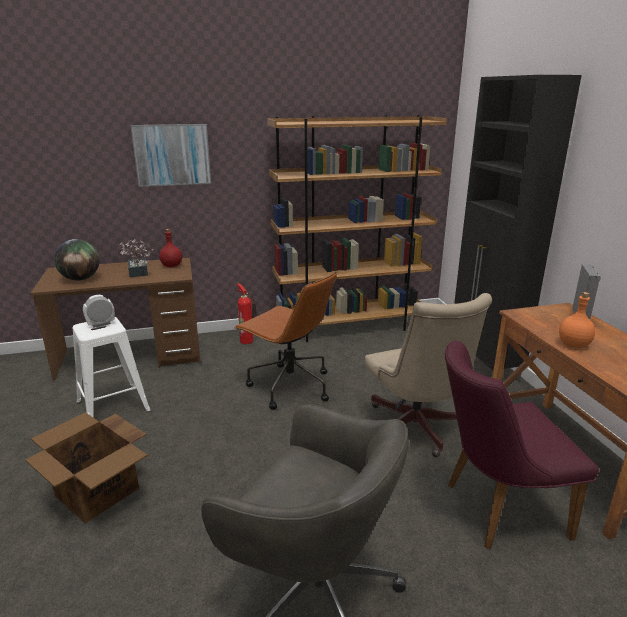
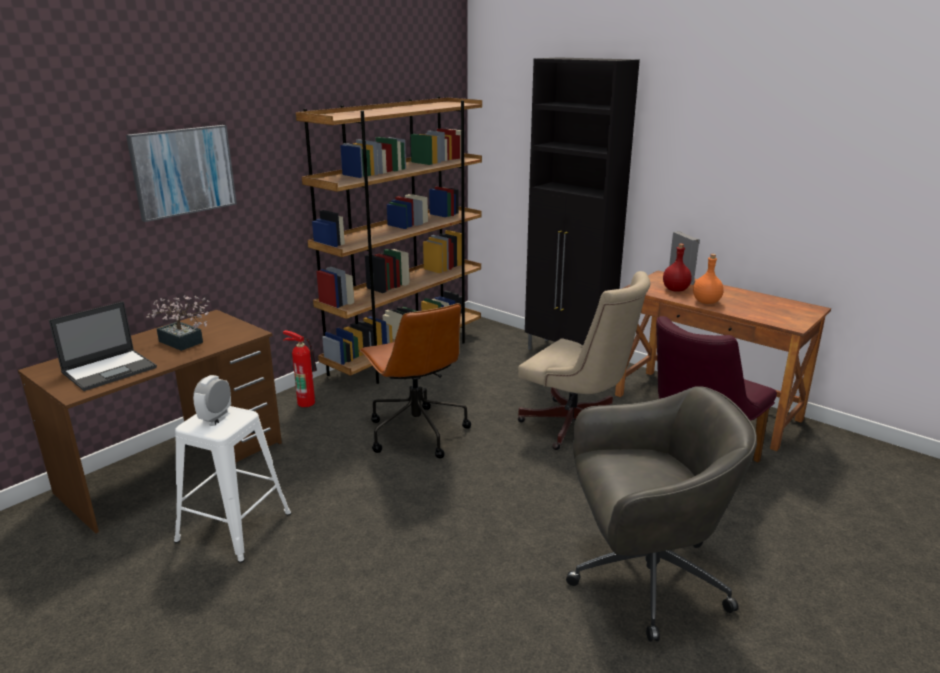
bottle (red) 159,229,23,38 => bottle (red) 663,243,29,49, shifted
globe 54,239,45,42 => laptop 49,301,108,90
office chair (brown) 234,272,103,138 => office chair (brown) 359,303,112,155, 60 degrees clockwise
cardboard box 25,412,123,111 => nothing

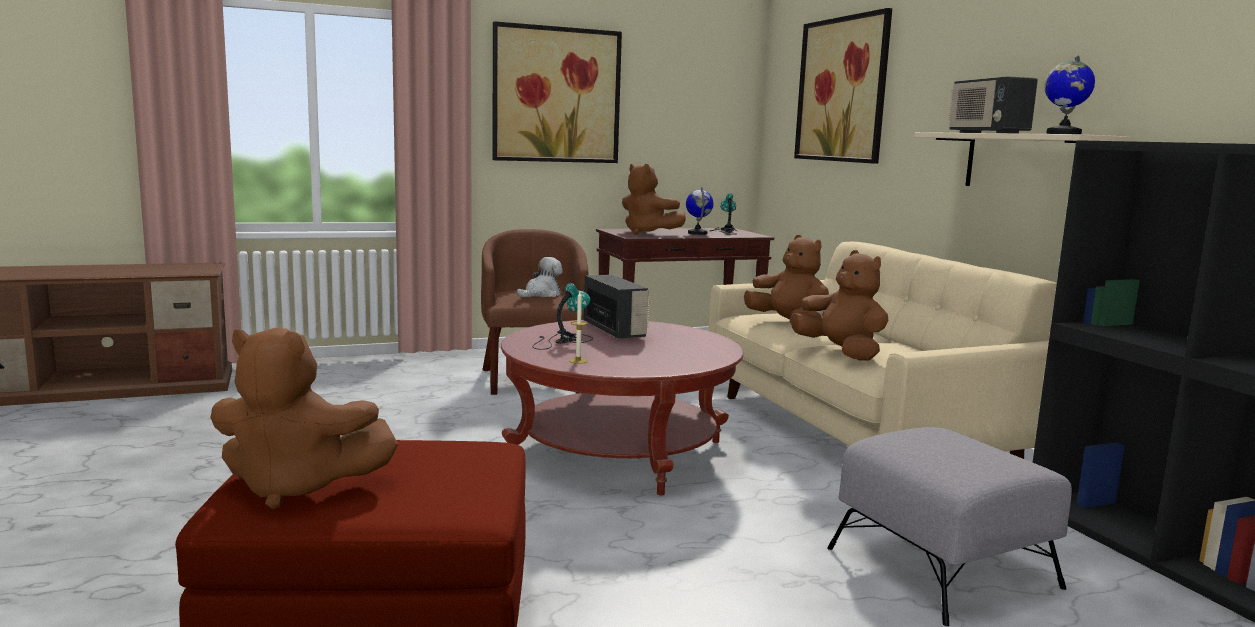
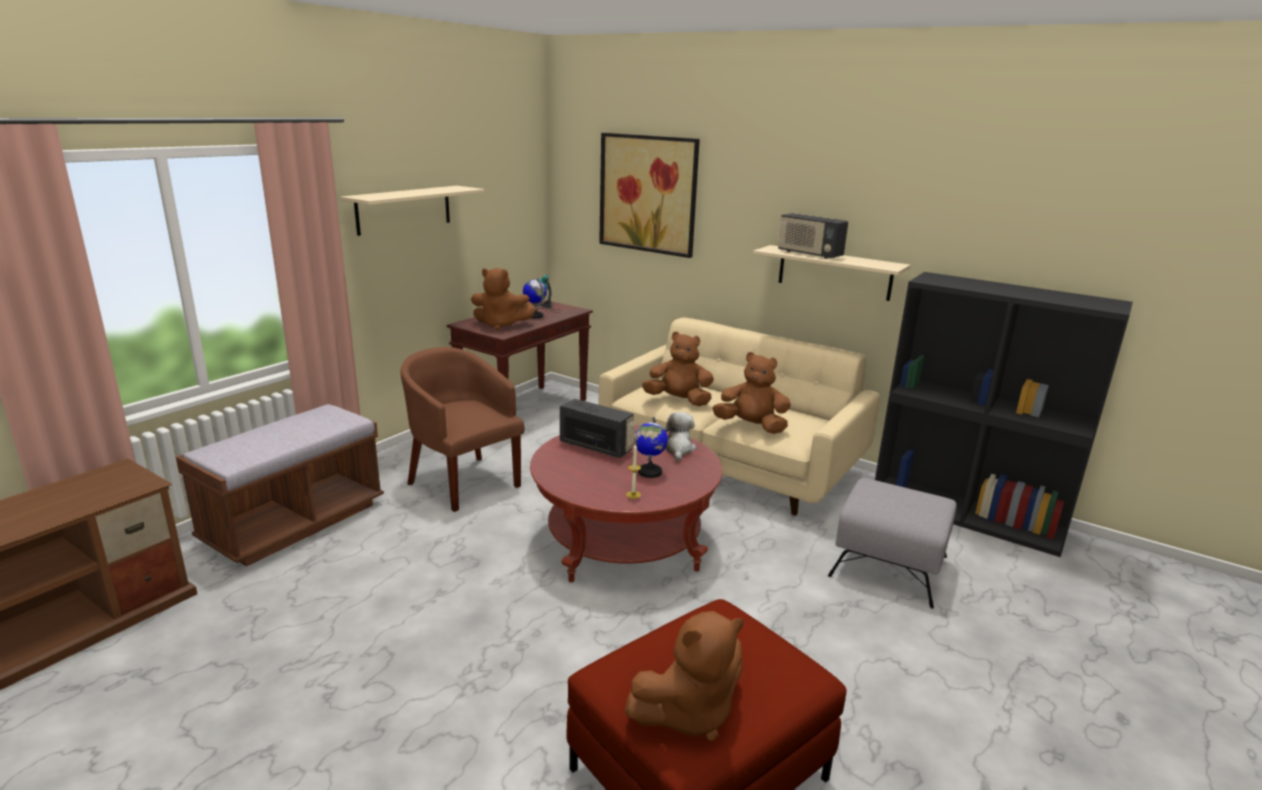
picture 492,21,130,142 => shelf (beige) 340,186,144,50
globe 1044,55,51,79 => globe 634,417,34,61, shifted
plush toy 517,257,46,40 => plush toy 665,412,31,49, shifted
table lamp 533,283,60,67 => nothing
nothing => bench (brown) 176,404,208,162

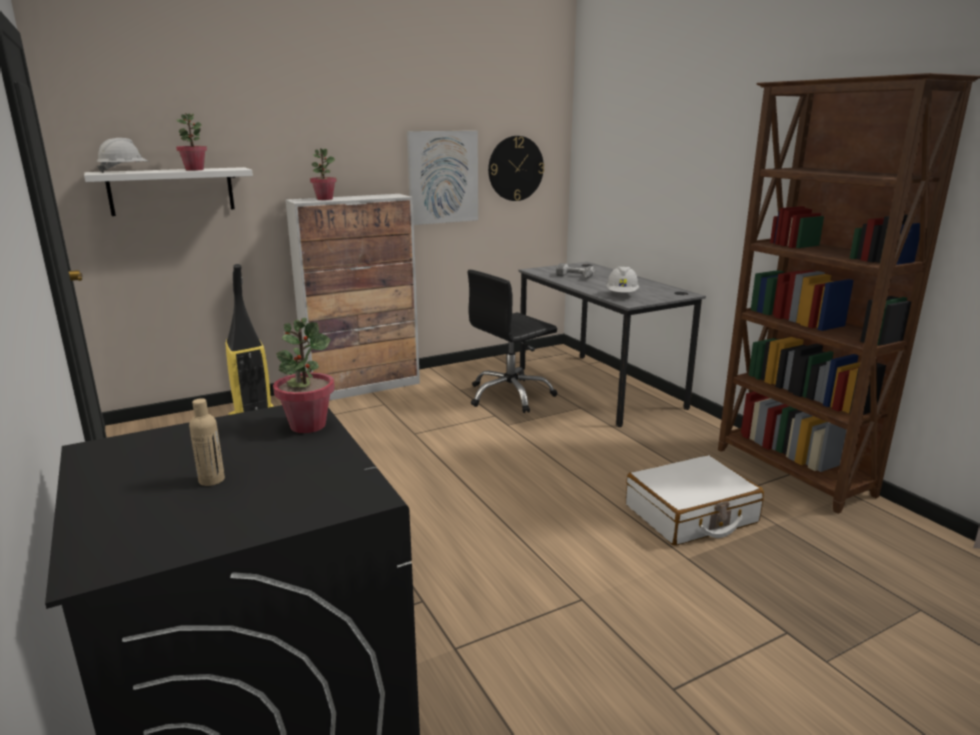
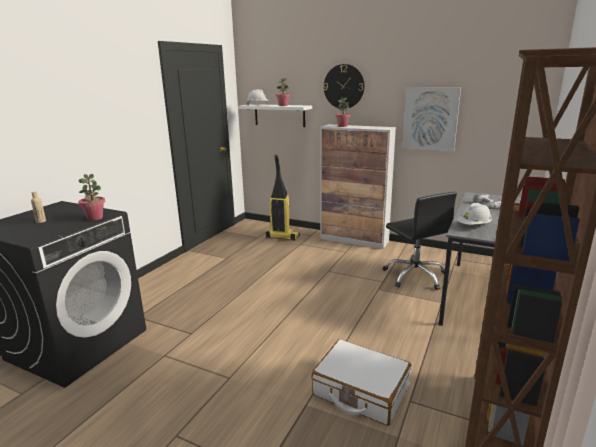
wall clock 488,136,56,65 => wall clock 323,64,42,44, shifted
office chair (black) 468,270,89,143 => office chair (black) 382,192,75,98, 135 degrees counterclockwise

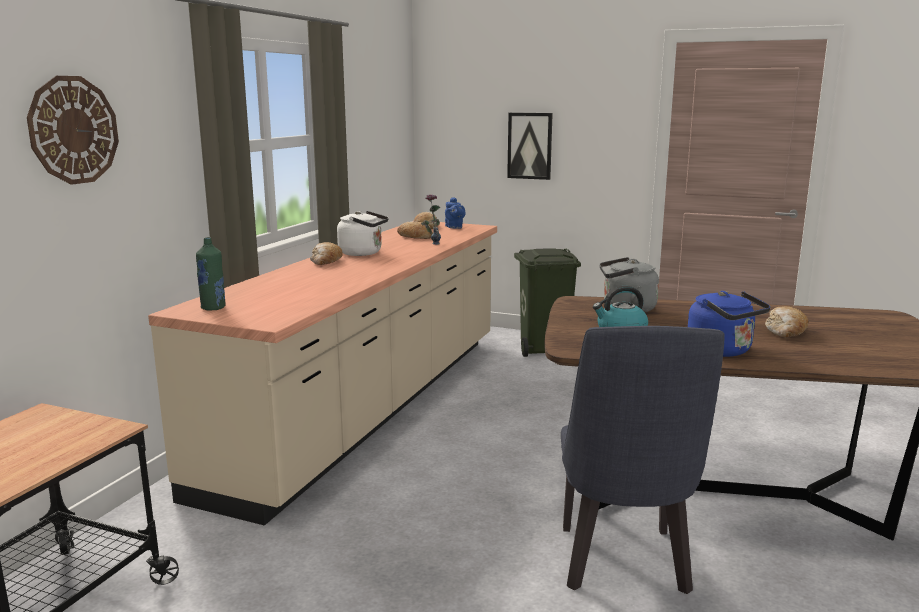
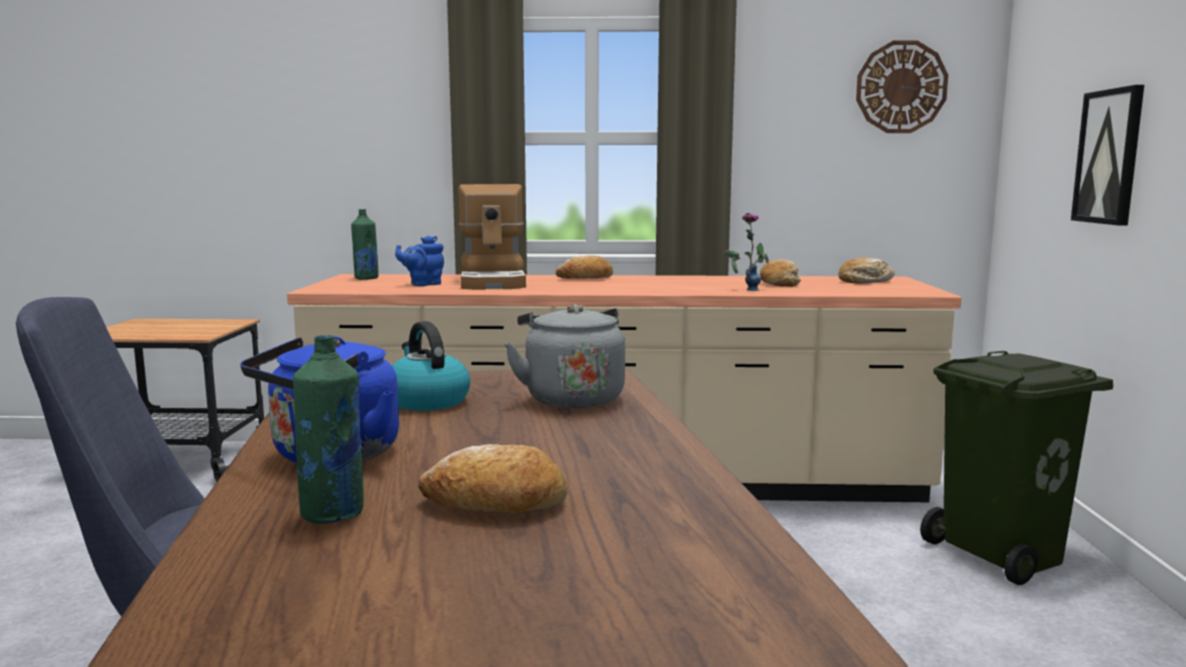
wall clock 27,76,92,109 => wall clock 856,40,92,93, shifted
teapot (blue) 445,197,21,32 => teapot (blue) 395,236,49,50, shifted
kettle (white) 337,211,52,45 => nothing
nothing => coffee machine 459,184,67,106
nothing => bottle (green) 293,335,71,189

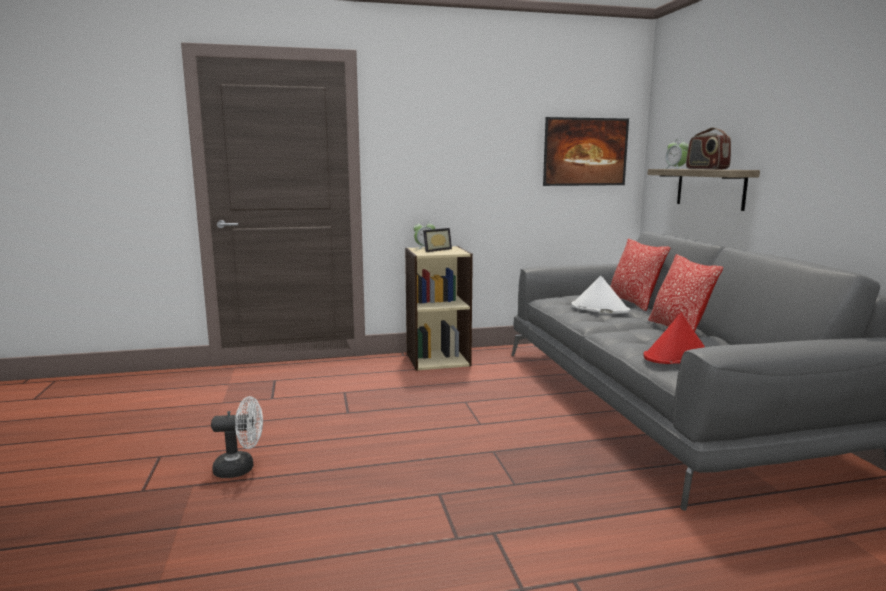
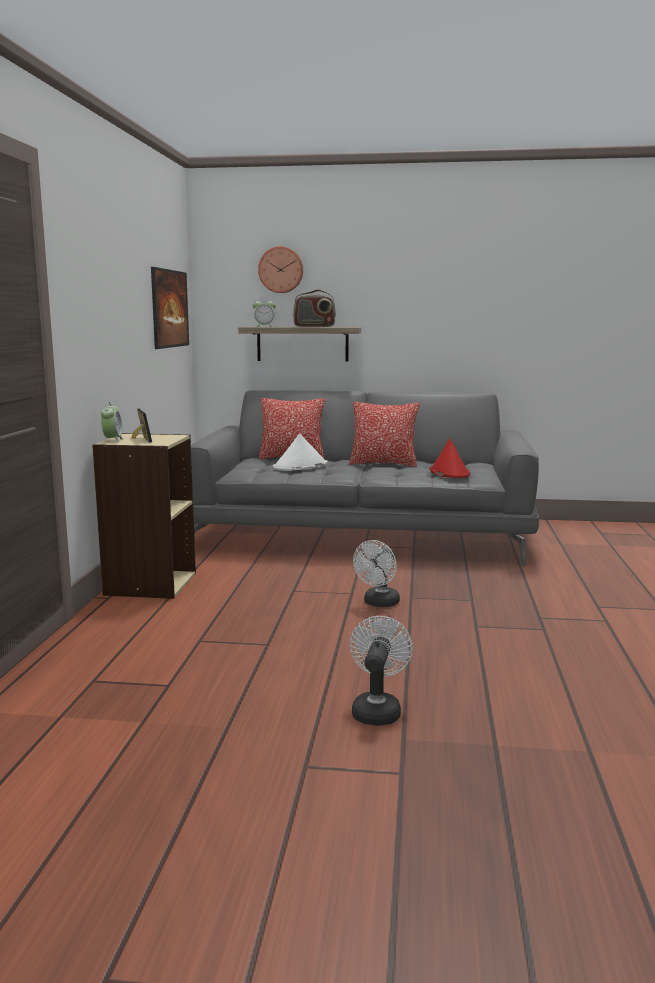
nothing => wall clock 258,246,45,47
nothing => fan (white) 353,540,47,67

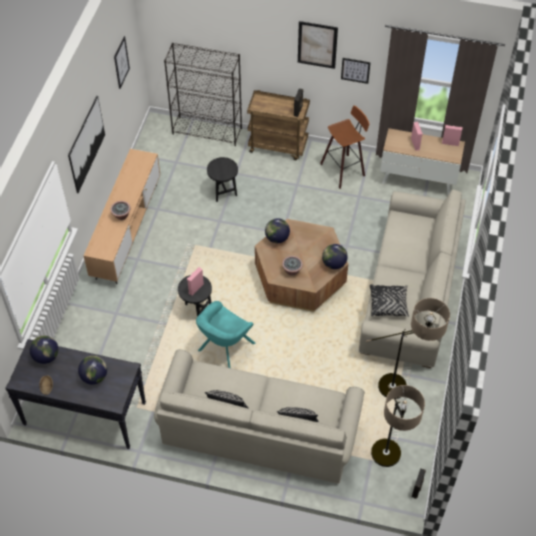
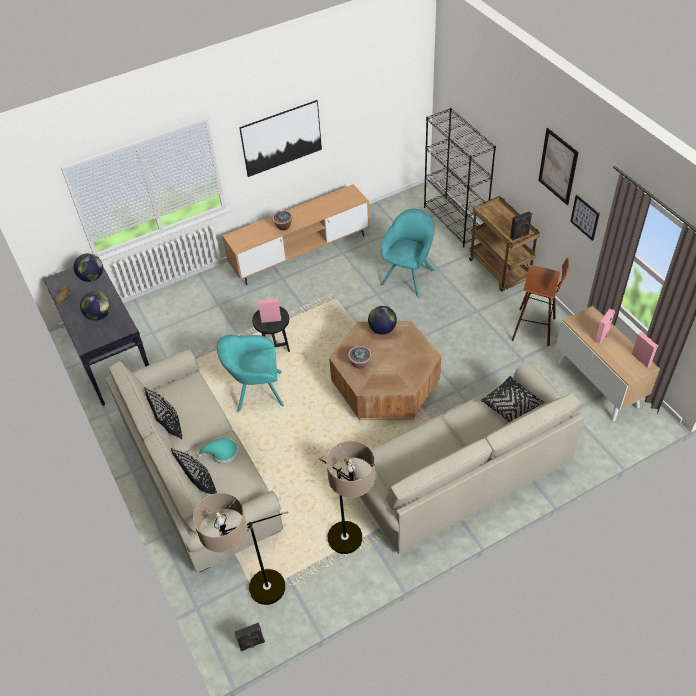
picture 114,36,16,53 => nothing
side table (black) 207,157,31,45 => armchair (turquoise) 381,209,53,88
globe 322,244,26,25 => nothing
pillow (black) 370,284,39,33 => pillow (black) 481,376,64,46, shifted
nothing => hat (turquoise) 198,438,40,25

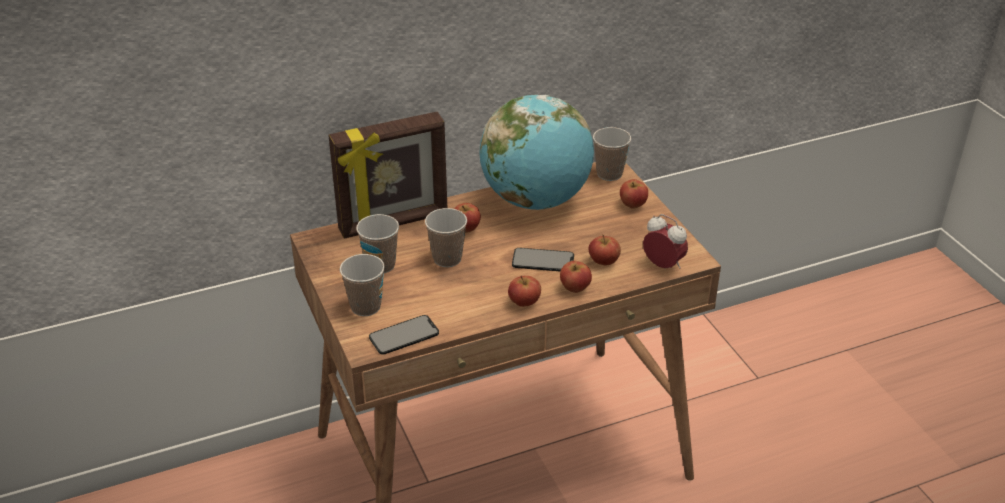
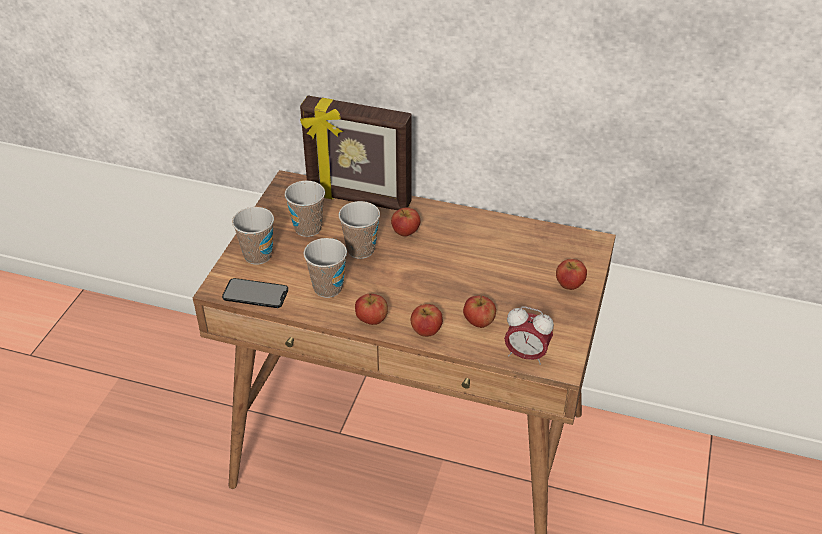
globe 480,94,114,116 => nothing
cup 593,127,38,54 => cup 303,238,44,60, shifted
alarm clock 643,214,45,55 => alarm clock 504,306,50,59, 120 degrees clockwise
phone 512,248,62,23 => nothing

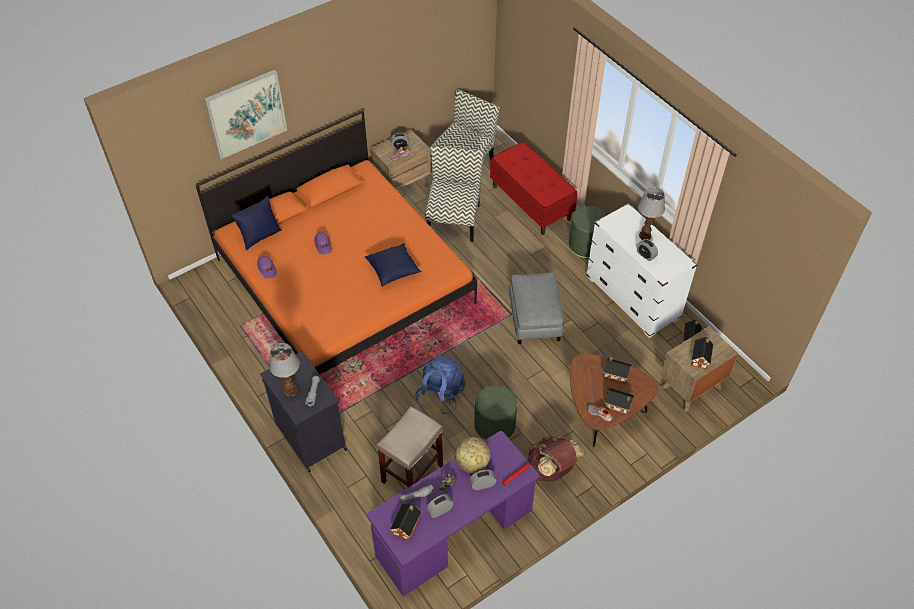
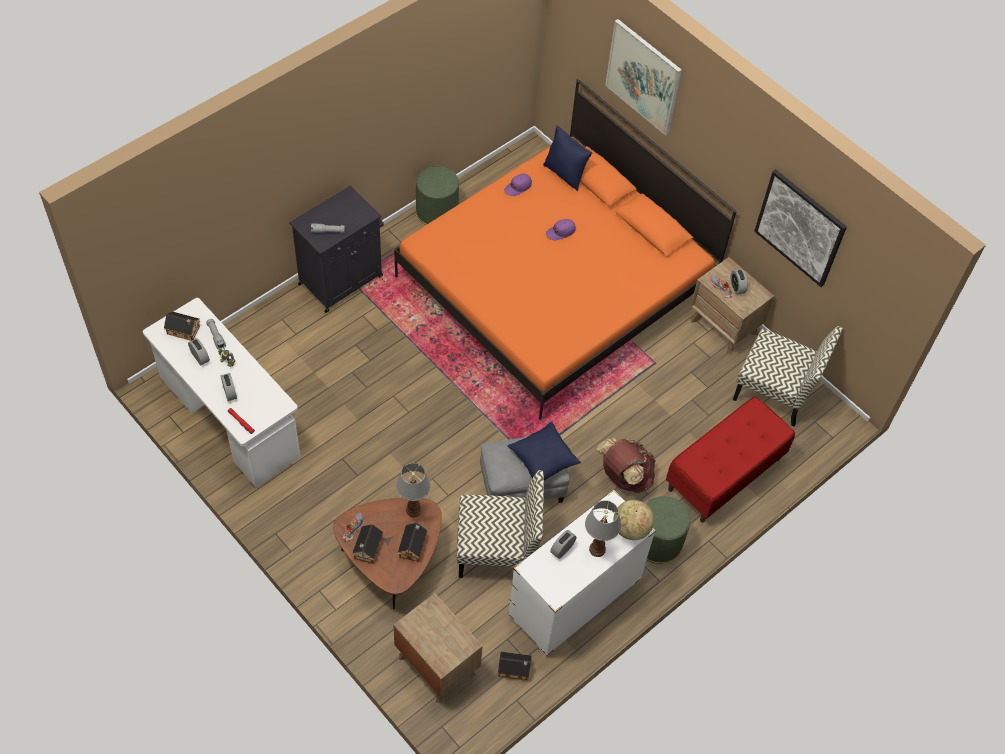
chair 425,146,59,96 => chair 457,470,87,108, shifted
pillow (blue) 365,243,57,44 => pillow (blue) 507,422,74,58, shifted
toy house 691,337,22,33 => nothing
table lamp 269,343,31,54 => table lamp 396,463,34,54, shifted
backpack (blue) 415,356,51,59 => nothing
ottoman (green) 474,385,43,55 => ottoman (green) 416,166,43,59, shifted
stool (beige) 376,406,67,81 => nothing
desk (purple) 367,431,172,165 => desk (white) 143,298,158,189
backpack (brown) 527,436,58,45 => backpack (brown) 597,438,59,55, shifted
globe 455,437,35,36 => globe 613,500,41,40, shifted
nothing => picture 754,169,93,118

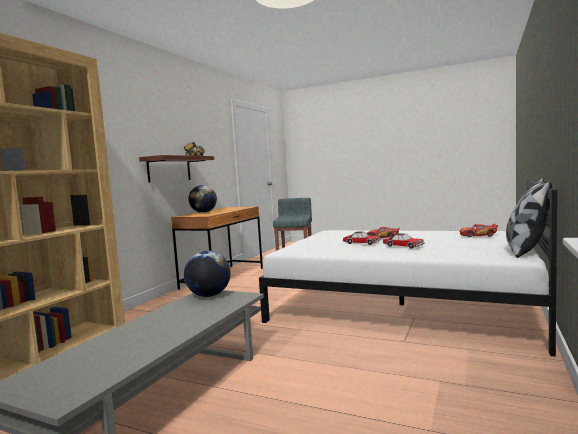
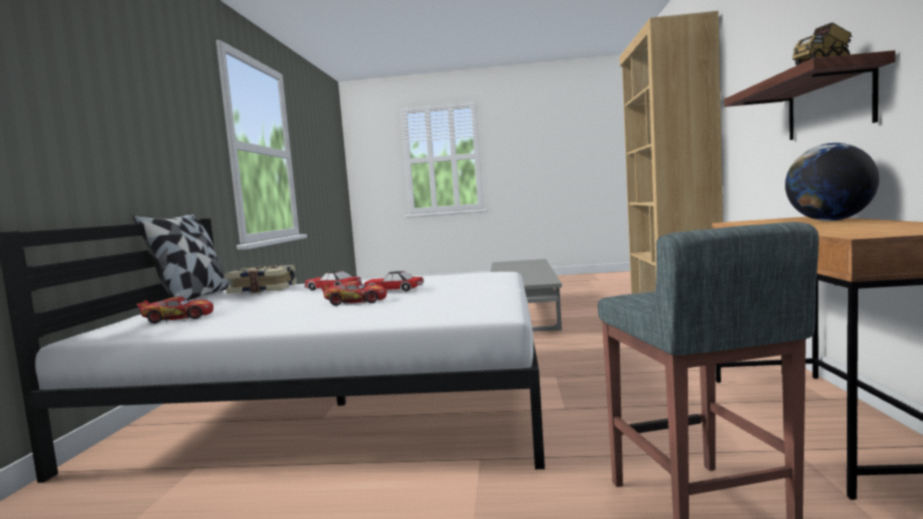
globe 184,251,47,46 => nothing
nothing => book 224,265,72,29

